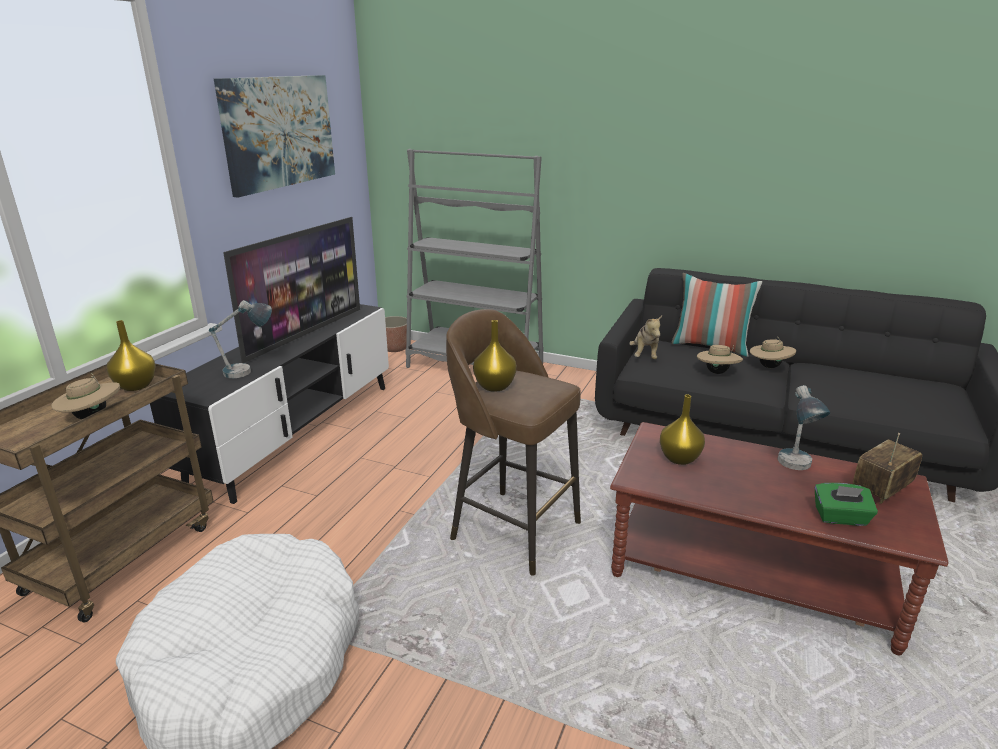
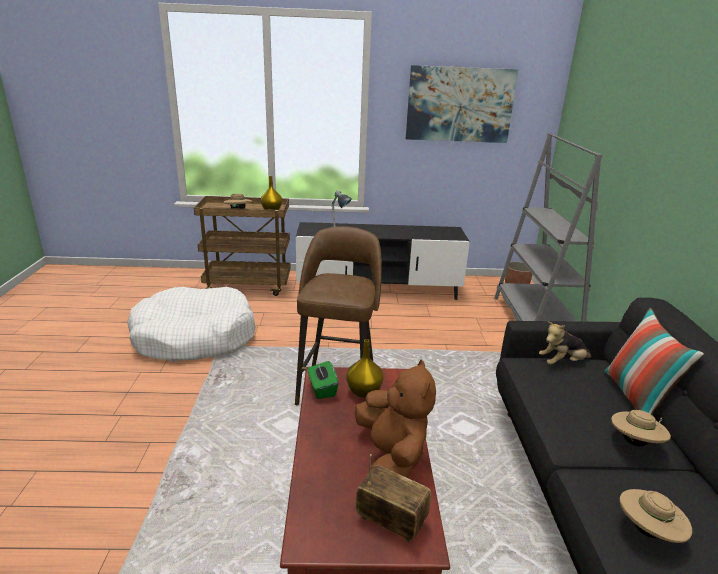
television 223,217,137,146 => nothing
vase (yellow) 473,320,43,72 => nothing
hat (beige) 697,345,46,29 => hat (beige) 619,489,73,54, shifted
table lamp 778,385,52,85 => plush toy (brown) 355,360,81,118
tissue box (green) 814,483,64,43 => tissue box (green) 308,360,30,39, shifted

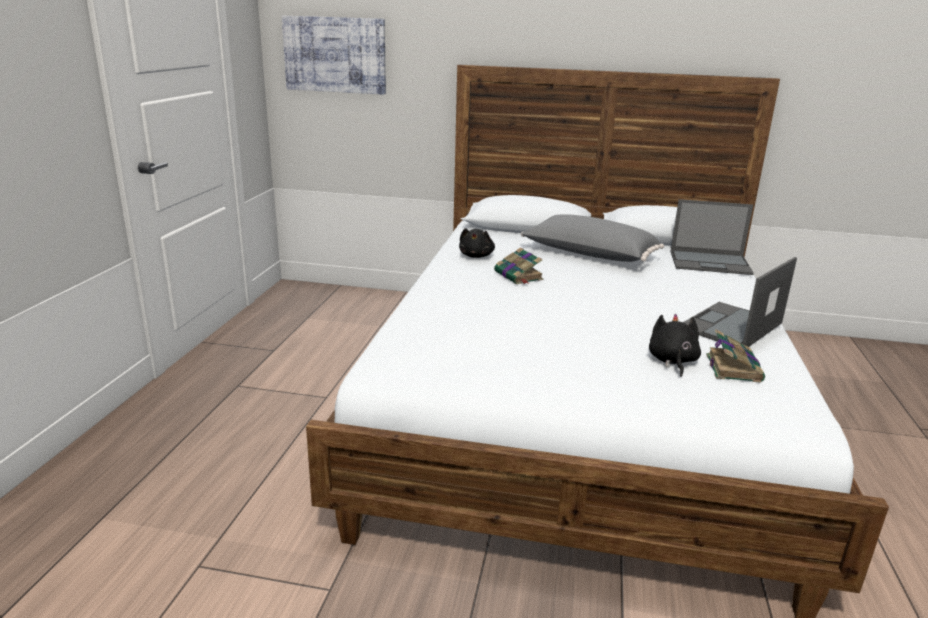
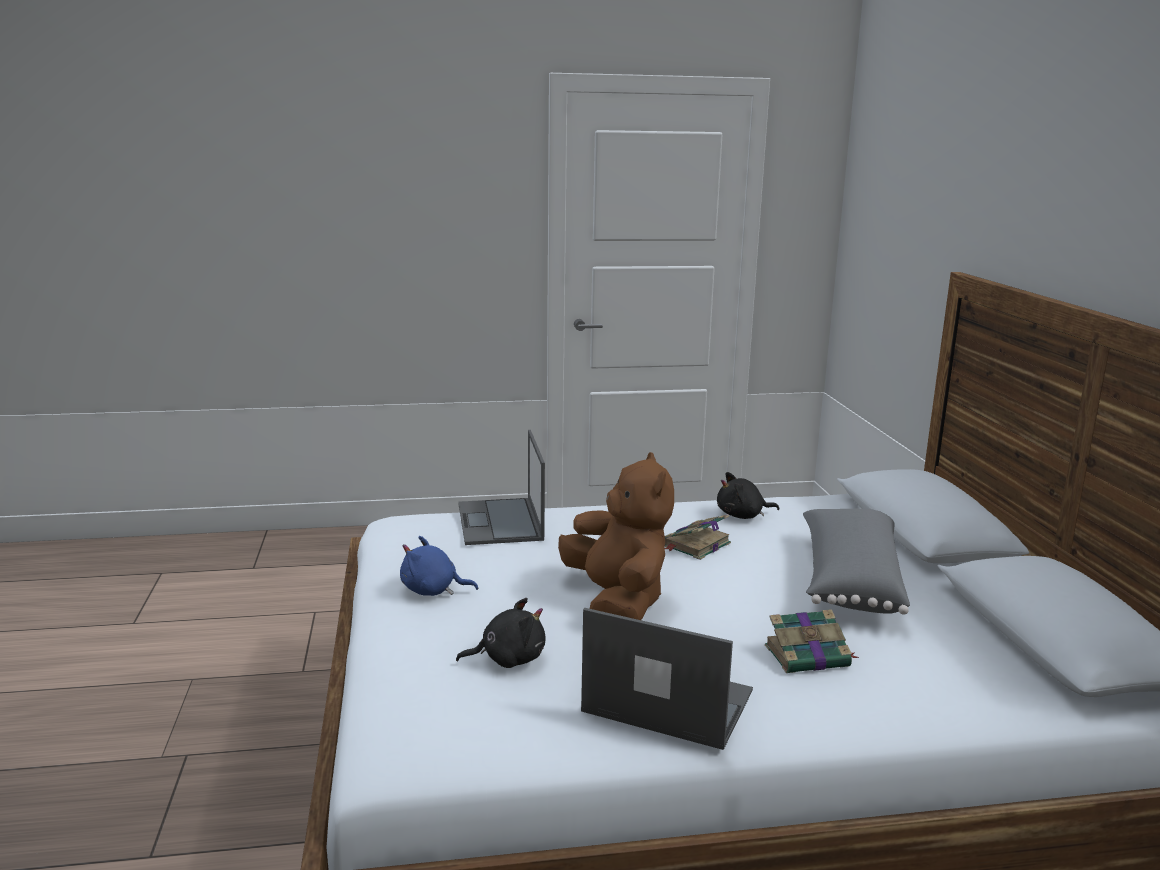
picture 282,16,104,79 => nothing
laptop 671,199,83,76 => laptop 458,430,87,115, shifted
book 706,329,59,54 => book 765,609,94,64, shifted
nothing => plush toy (brown) 558,452,116,168
nothing => plush toy (blue) 400,536,78,60

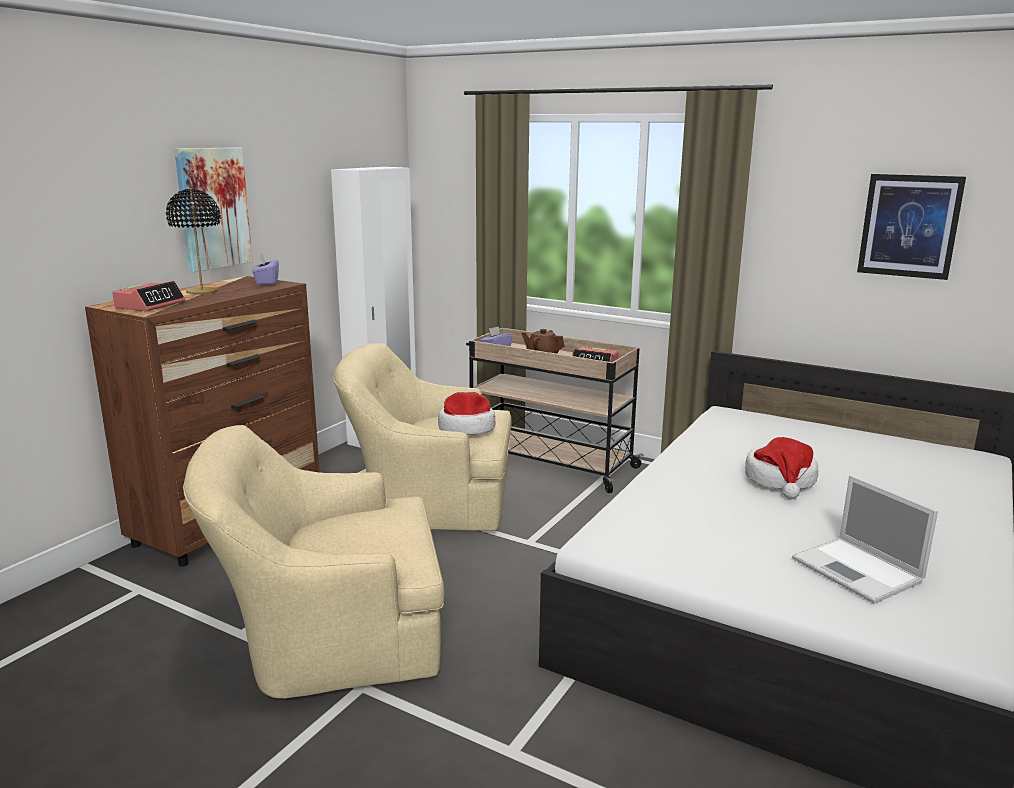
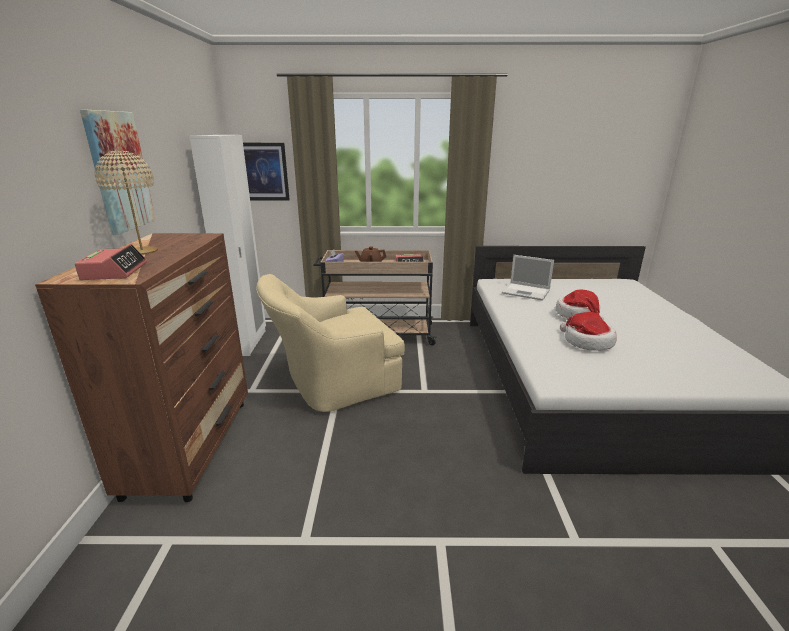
picture 857,174,109,106 => picture 243,143,47,57, shifted
table lamp (black) 166,189,55,105 => table lamp (beige) 95,150,63,105
tissue box (purple) 252,254,27,31 => nothing
hat 438,392,57,43 => hat 560,312,57,39, shifted
armchair (beige) 183,425,261,274 => nothing
laptop 792,475,146,129 => laptop 502,255,52,46, shifted

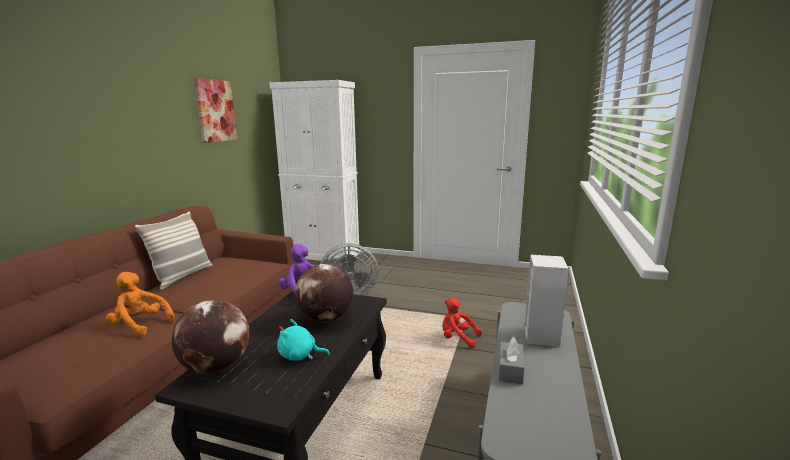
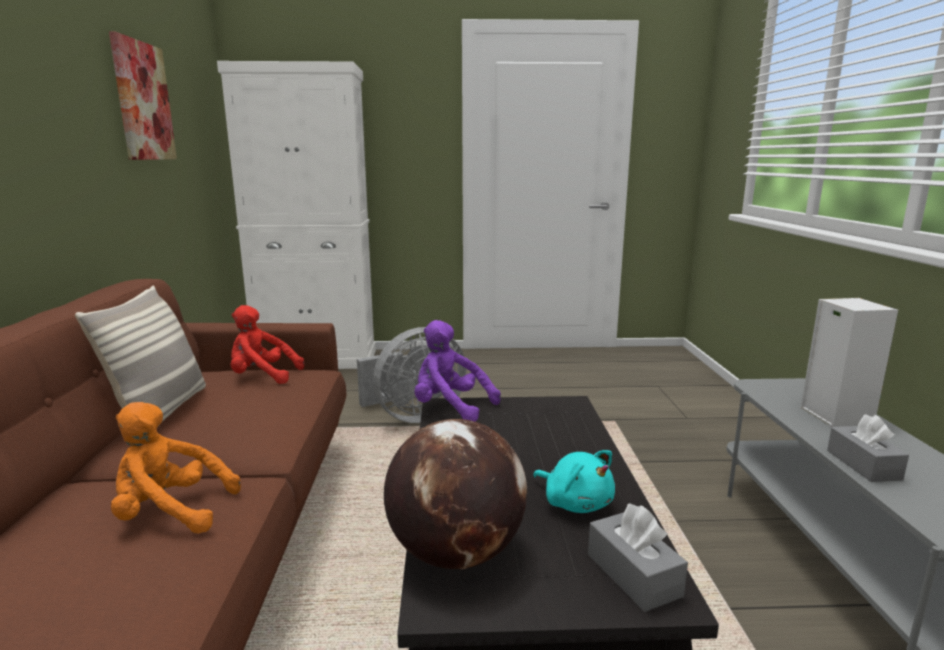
globe 295,264,58,59 => nothing
plush toy (red) 442,298,40,50 => plush toy (red) 231,305,73,79, shifted
plush toy (turquoise) 277,319,53,42 => plush toy (turquoise) 533,450,82,63, 120 degrees counterclockwise
nothing => tissue box (grey) 588,503,100,109

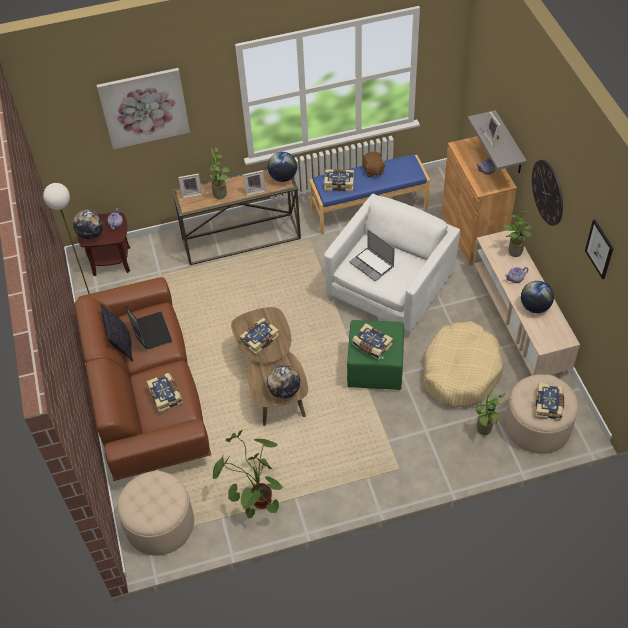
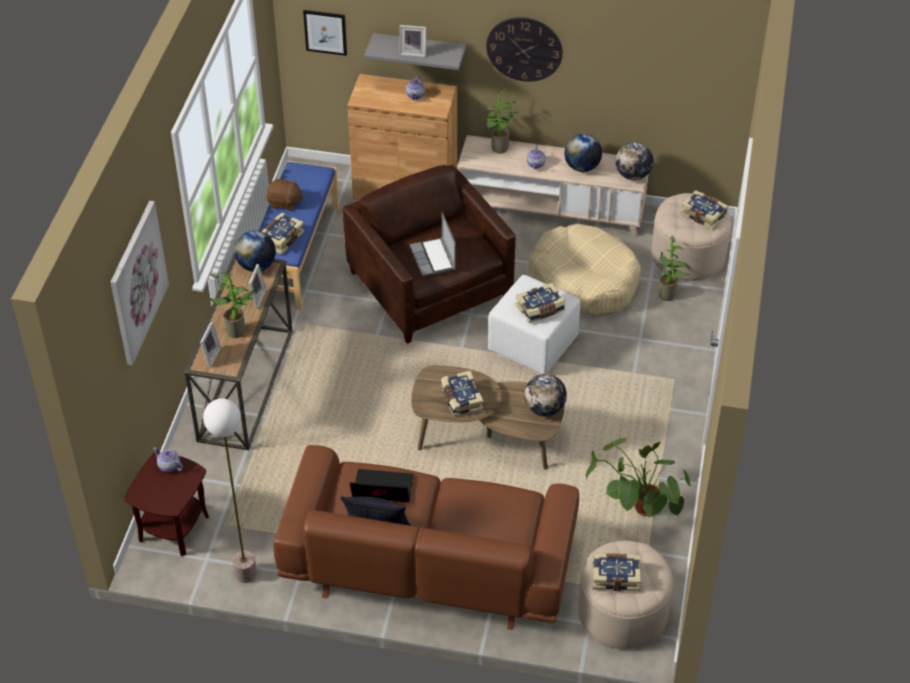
armchair (white) 324,194,136,143 => armchair (brown) 342,165,174,179
globe 73,209,31,30 => globe 616,142,38,38, shifted
picture 585,219,28,60 => picture 303,10,44,46, shifted
laptop 349,229,46,52 => laptop 410,213,46,63, 90 degrees clockwise
ottoman (green) 347,320,57,70 => ottoman (white) 488,275,92,99
book 146,373,36,40 => book 593,553,48,38, shifted

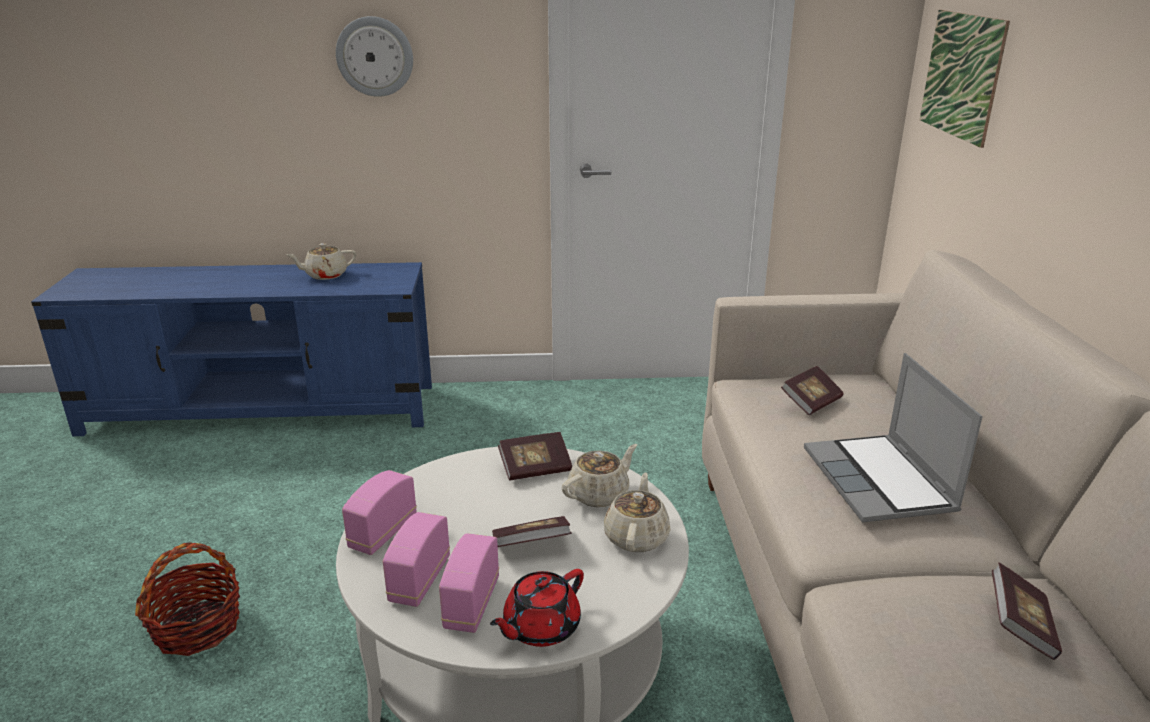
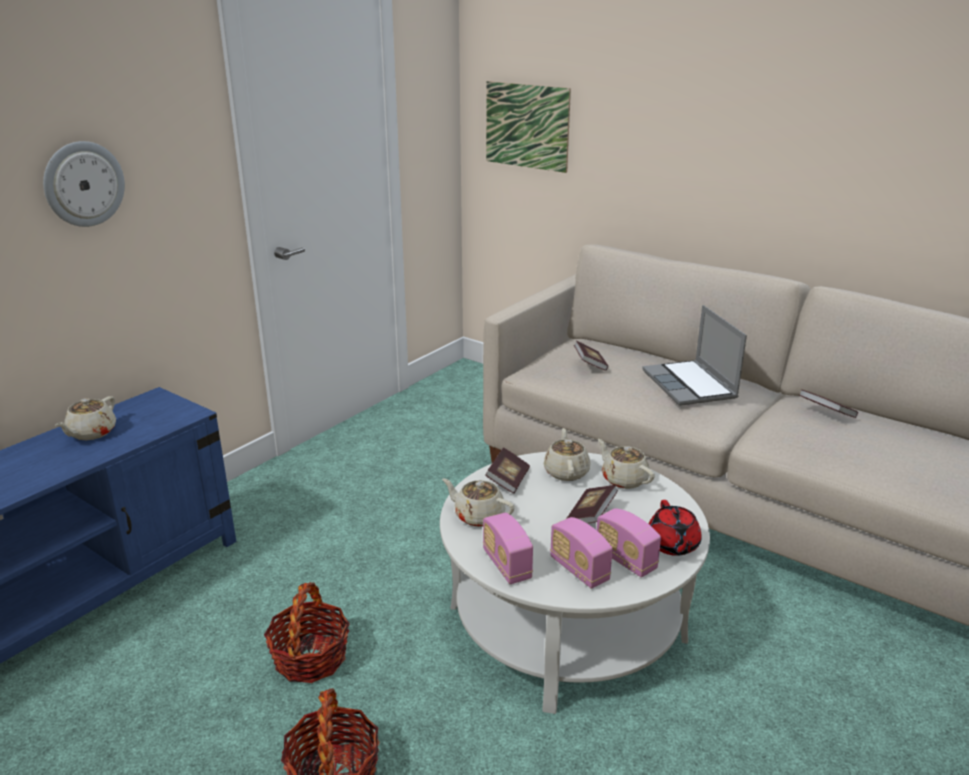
laptop 804,353,179,169 => laptop 642,305,105,101, 45 degrees clockwise
nothing => teapot (beige) 442,479,73,48
nothing => basket 264,582,86,101

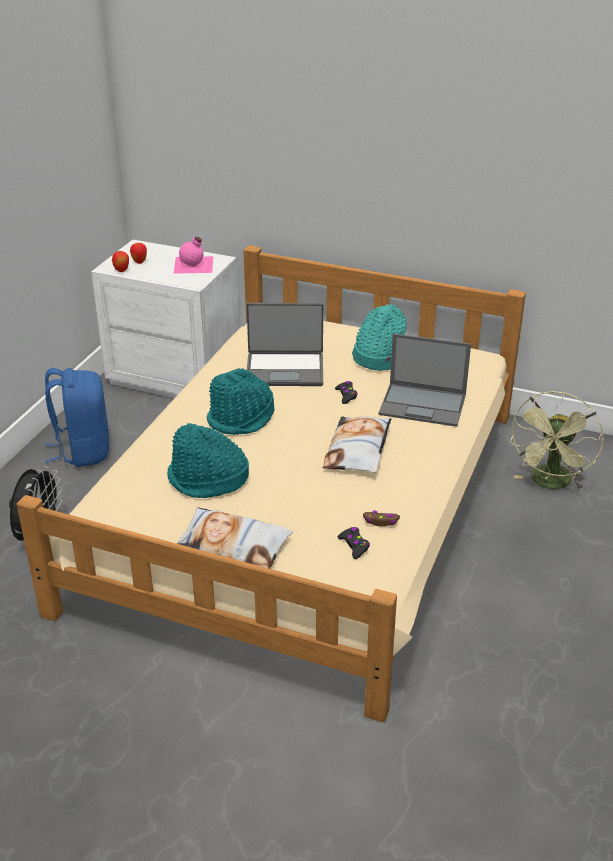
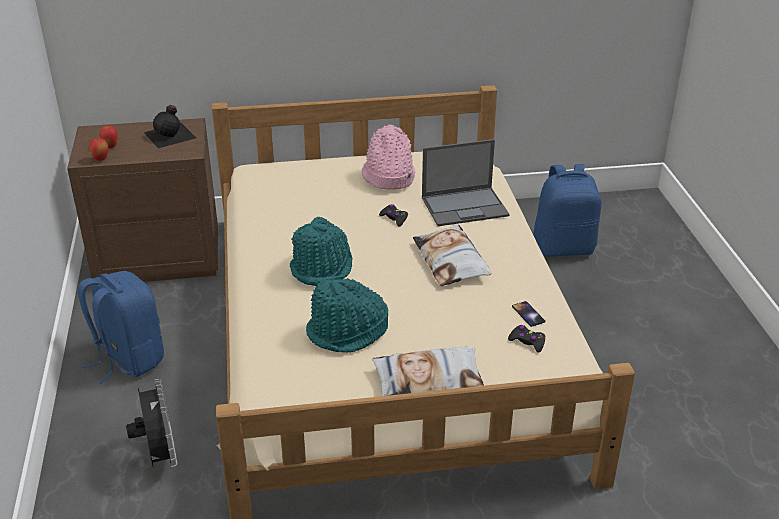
bottle (pink) 173,237,40,37 => bottle (black) 143,105,53,43
nightstand (white) 91,239,149,159 => nightstand (brown) 67,118,151,164
laptop 247,303,76,83 => nothing
hat (turquoise) 352,304,55,67 => hat (pink) 362,124,53,66
fan (green) 509,391,95,99 => backpack (blue) 533,164,68,92
game controller (brown) 363,510,37,17 => phone 512,301,33,26

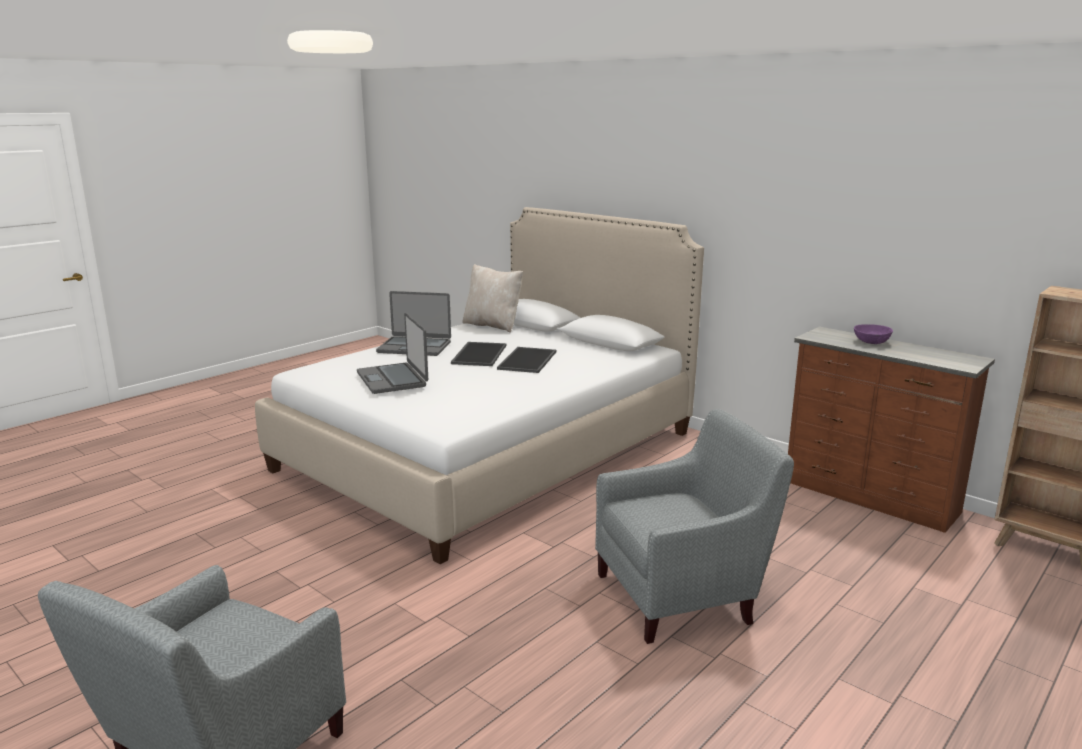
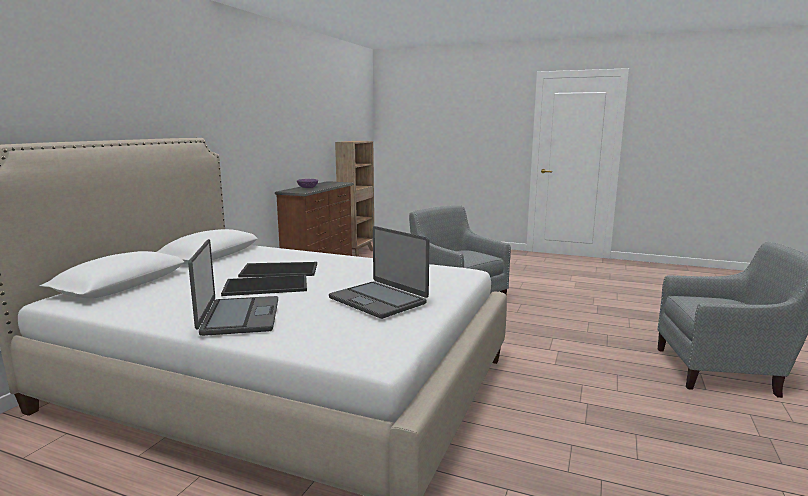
pillow (beige) 462,264,61,69 => nothing
laptop 357,313,71,81 => laptop 329,226,100,93, 90 degrees clockwise

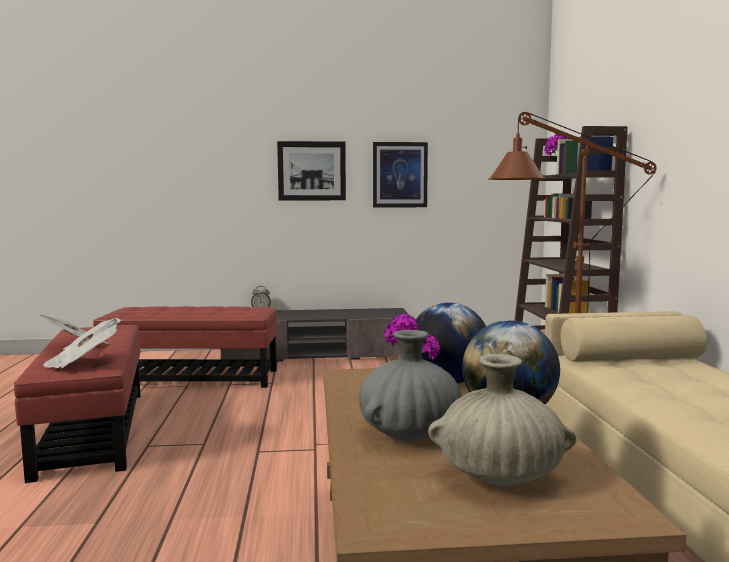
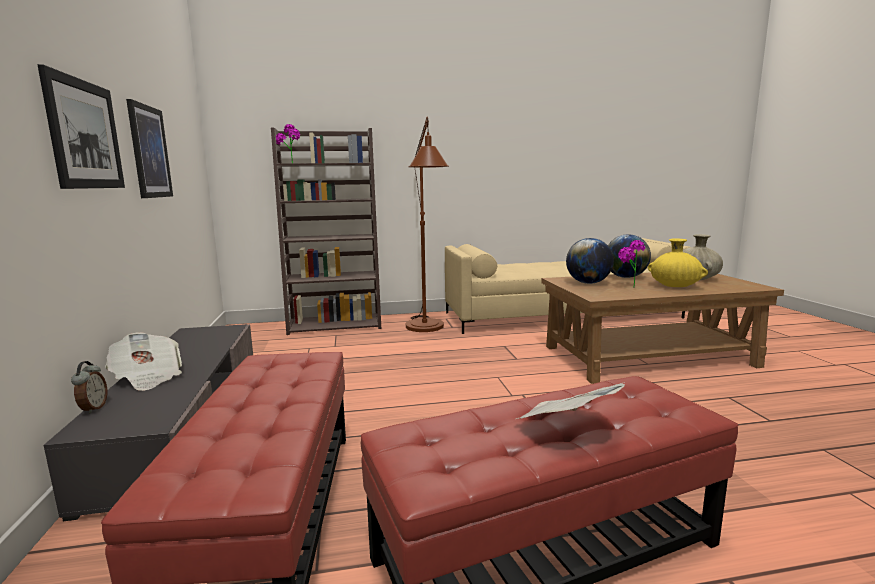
newspaper 43,318,78,50 => newspaper 105,332,77,59, shifted
vase (grey) 359,330,103,111 => vase (yellow) 648,238,60,49

